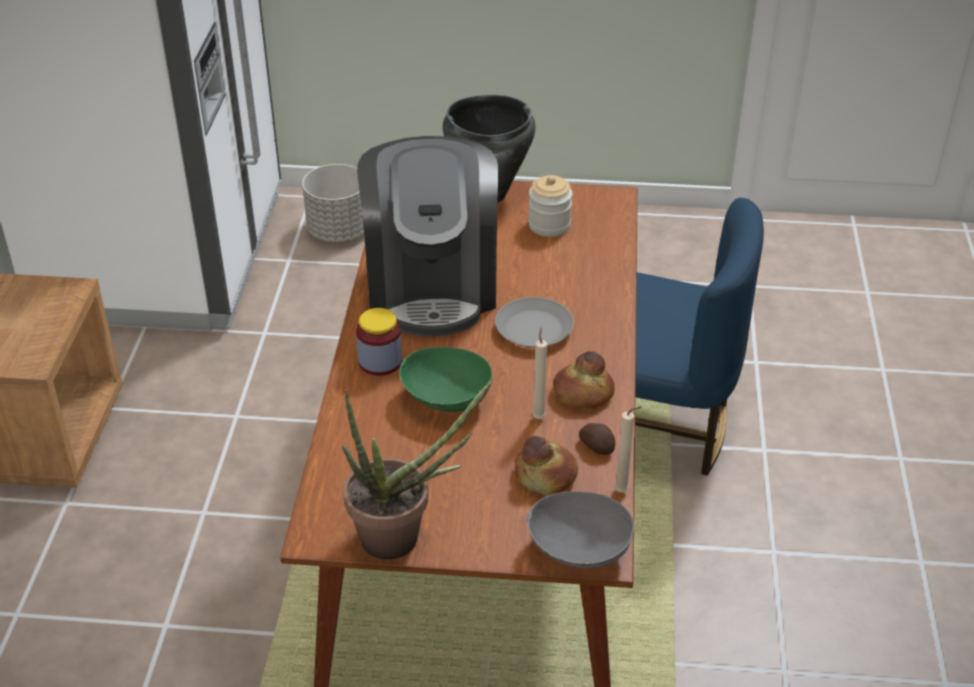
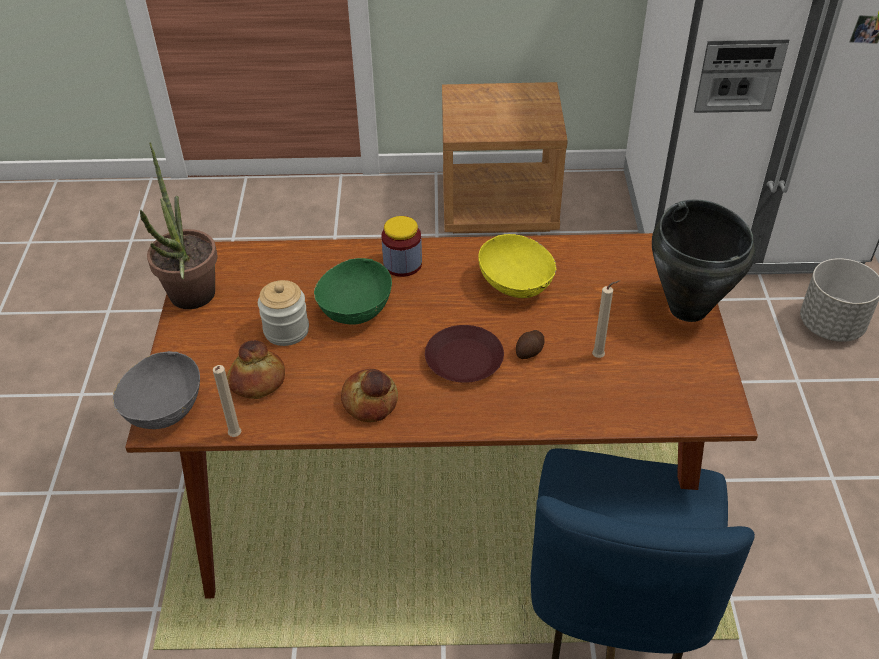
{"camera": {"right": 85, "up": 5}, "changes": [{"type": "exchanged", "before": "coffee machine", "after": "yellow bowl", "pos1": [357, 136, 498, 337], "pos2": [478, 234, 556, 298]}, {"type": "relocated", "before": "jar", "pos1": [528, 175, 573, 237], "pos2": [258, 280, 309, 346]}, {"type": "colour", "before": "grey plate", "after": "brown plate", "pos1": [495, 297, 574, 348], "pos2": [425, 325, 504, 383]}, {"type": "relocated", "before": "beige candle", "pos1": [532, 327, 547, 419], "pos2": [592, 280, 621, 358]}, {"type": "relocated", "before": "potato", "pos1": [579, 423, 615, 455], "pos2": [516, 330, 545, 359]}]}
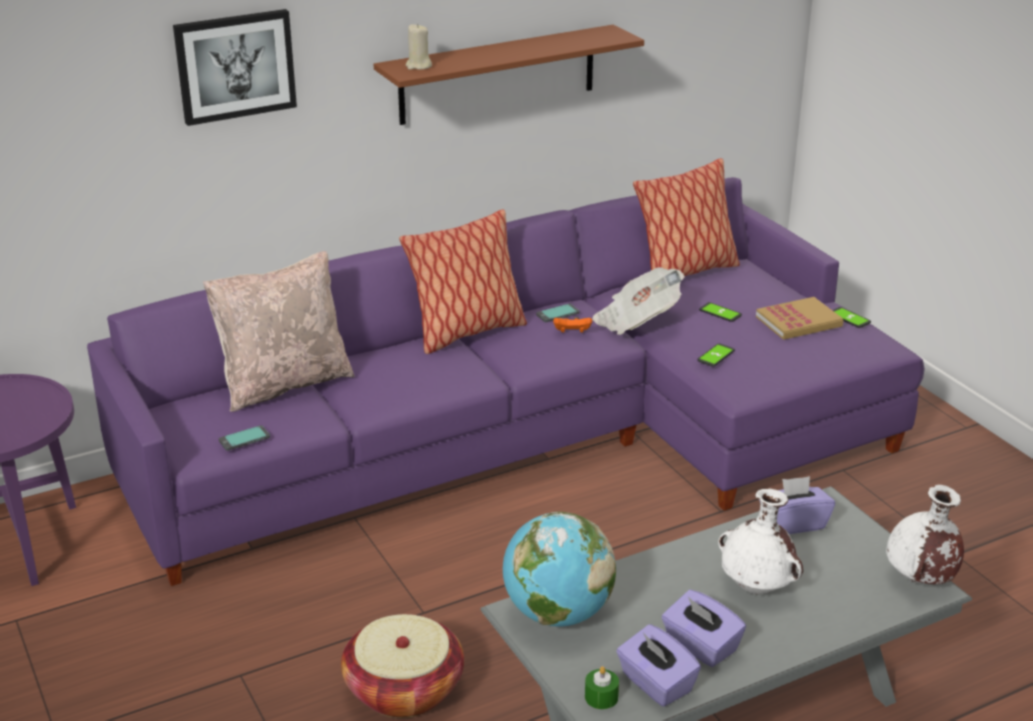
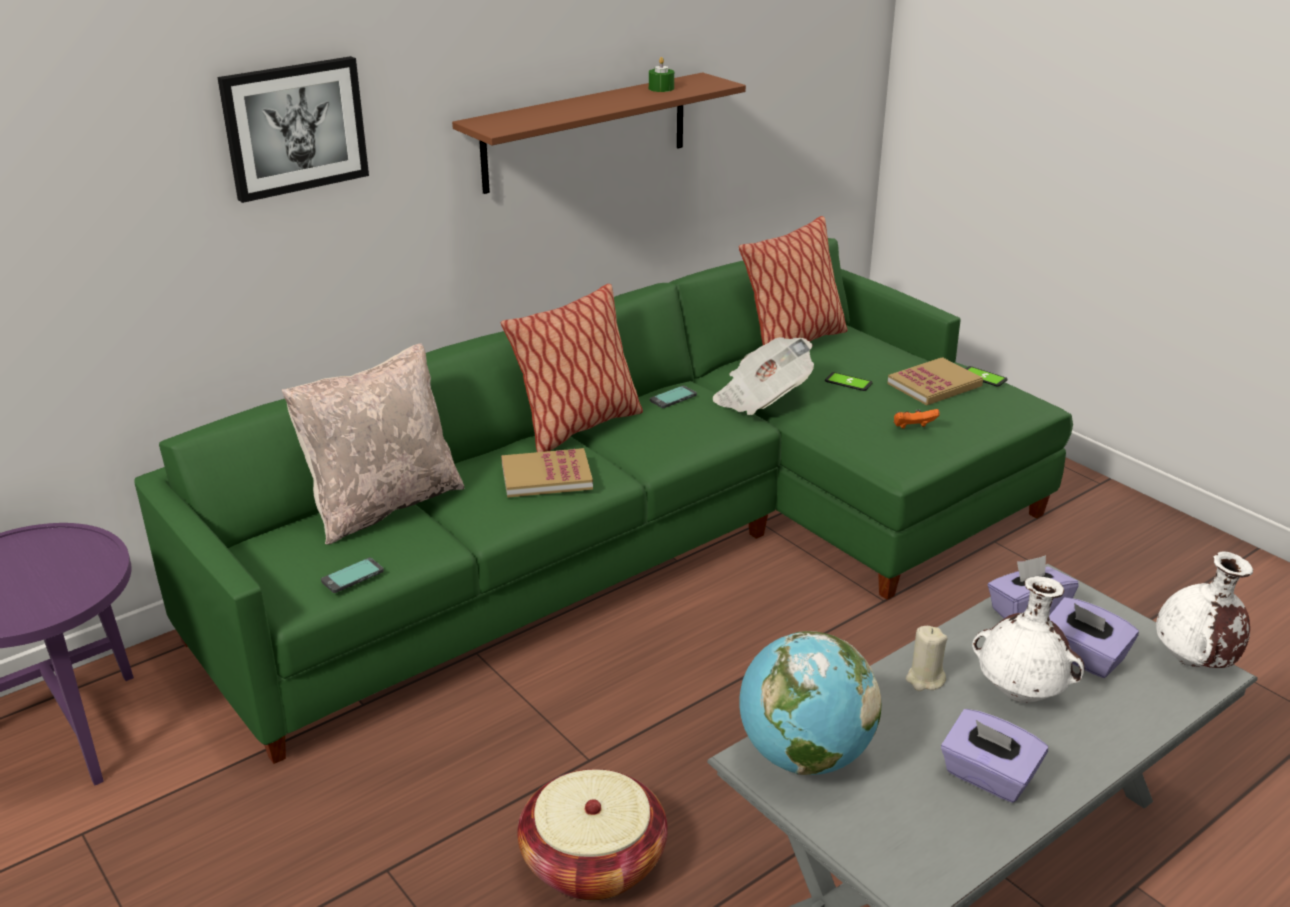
{"camera": {"right": -10, "up": 0}, "changes": [{"type": "relocated", "before": "beige candle", "pos1": [406, 23, 432, 70], "pos2": [906, 626, 947, 691]}, {"type": "colour", "before": "purple sofa", "after": "green sofa", "pos1": [87, 177, 925, 586], "pos2": [134, 238, 1073, 764]}, {"type": "relocated", "before": "orange game controller", "pos1": [553, 317, 592, 332], "pos2": [894, 409, 940, 429]}, {"type": "missing", "before": "phone", "pos1": [697, 343, 735, 367]}, {"type": "relocated", "before": "purple tissue box", "pos1": [616, 624, 701, 707], "pos2": [1049, 597, 1139, 678]}, {"type": "relocated", "before": "green candle", "pos1": [585, 666, 619, 709], "pos2": [649, 57, 674, 92]}, {"type": "appeared", "after": "book", "pos2": [501, 448, 593, 498]}]}
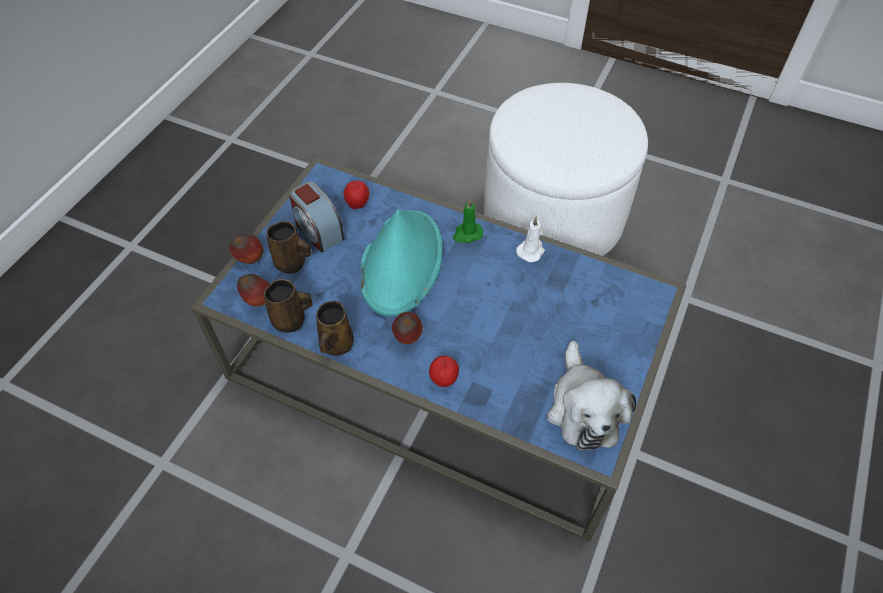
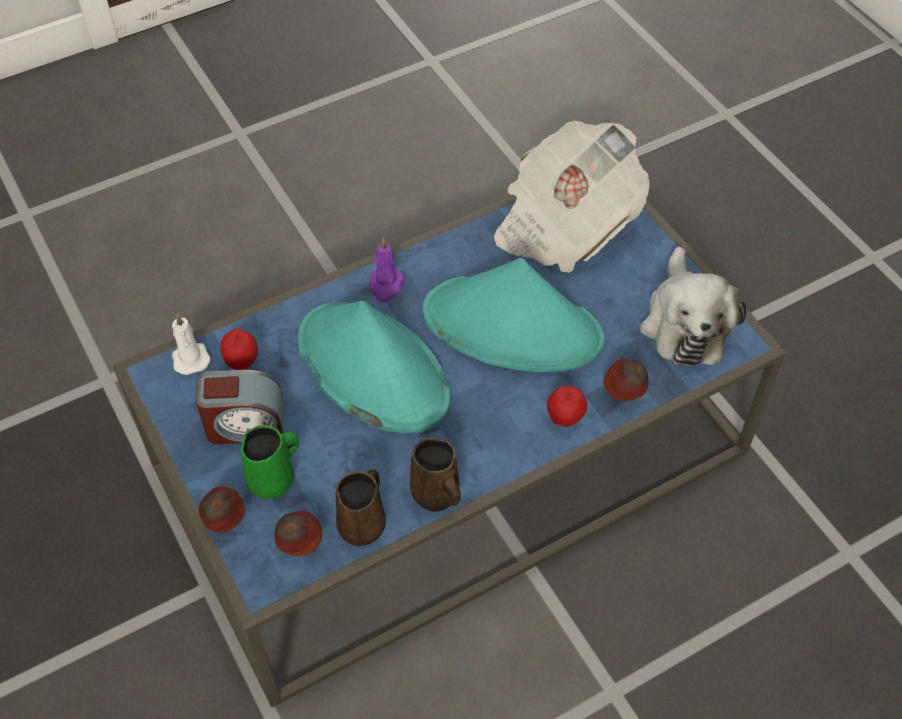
{"camera": {"right": -55, "up": 0}, "changes": [{"type": "missing", "before": "white ottoman", "pos1": [484, 83, 648, 256]}, {"type": "colour", "before": "green candle", "after": "purple candle", "pos1": [453, 199, 483, 243], "pos2": [369, 237, 405, 302]}, {"type": "relocated", "before": "white candle", "pos1": [516, 217, 545, 262], "pos2": [172, 313, 211, 375]}, {"type": "colour", "before": "brown mug", "after": "green mug", "pos1": [267, 221, 311, 274], "pos2": [241, 425, 299, 499]}, {"type": "relocated", "before": "apple", "pos1": [392, 312, 423, 344], "pos2": [603, 359, 649, 401]}, {"type": "spun", "before": "plush toy", "pos1": [546, 341, 636, 451], "pos2": [640, 247, 747, 366], "turn": 60}, {"type": "appeared", "after": "newspaper", "pos2": [494, 120, 650, 273]}, {"type": "appeared", "after": "turquoise hat", "pos2": [423, 258, 604, 372]}]}
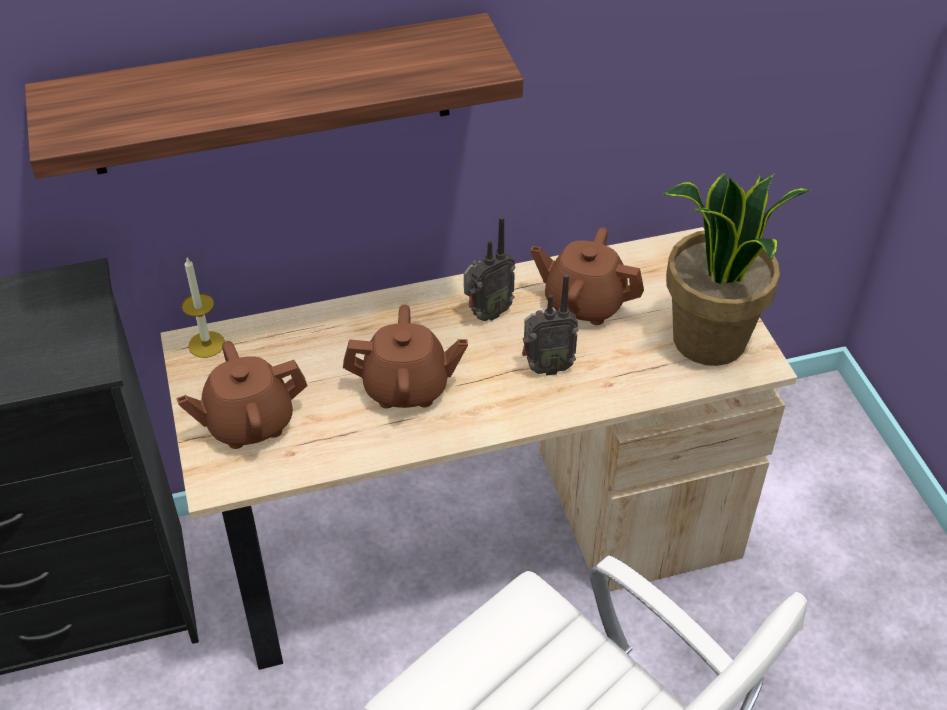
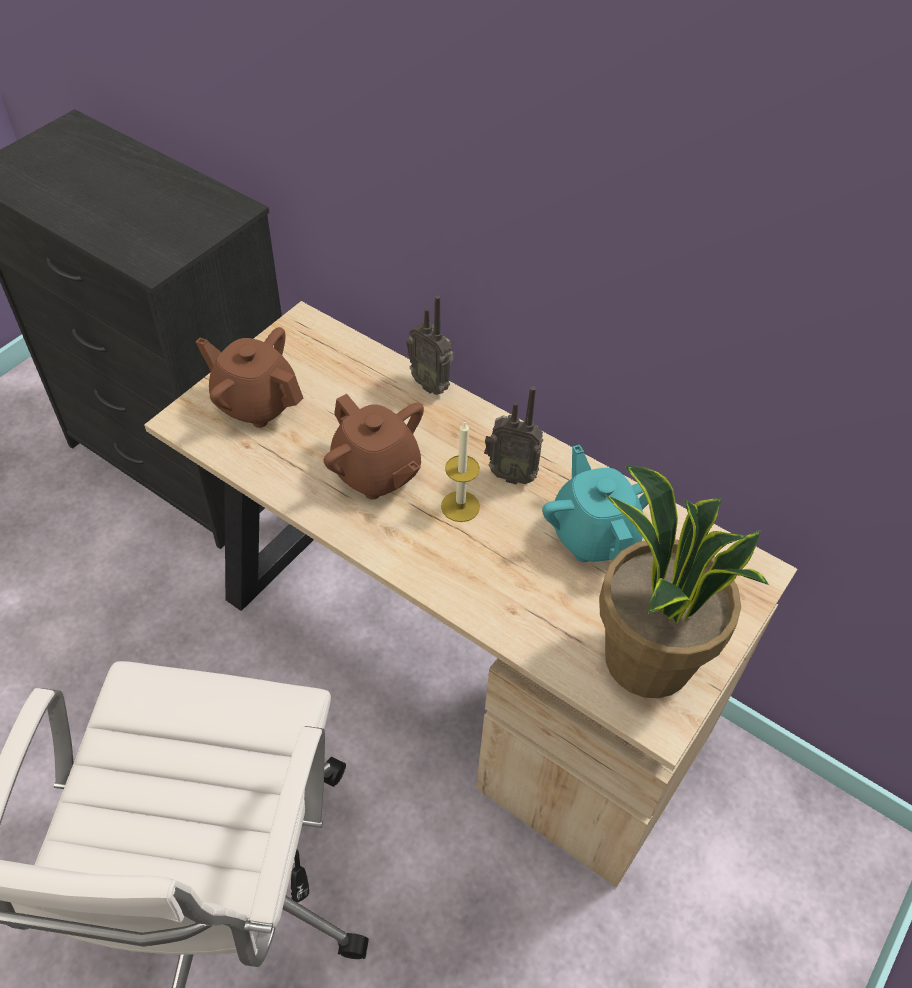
{"camera": {"right": 50, "up": 5}, "changes": [{"type": "missing", "before": "shelf", "pos1": [25, 13, 523, 179]}, {"type": "colour", "before": "brown teapot", "after": "turquoise teapot", "pos1": [530, 227, 644, 325], "pos2": [542, 445, 648, 562]}, {"type": "relocated", "before": "candle", "pos1": [182, 258, 225, 358], "pos2": [441, 420, 480, 522]}, {"type": "relocated", "before": "radio", "pos1": [522, 274, 579, 376], "pos2": [406, 295, 454, 395]}]}
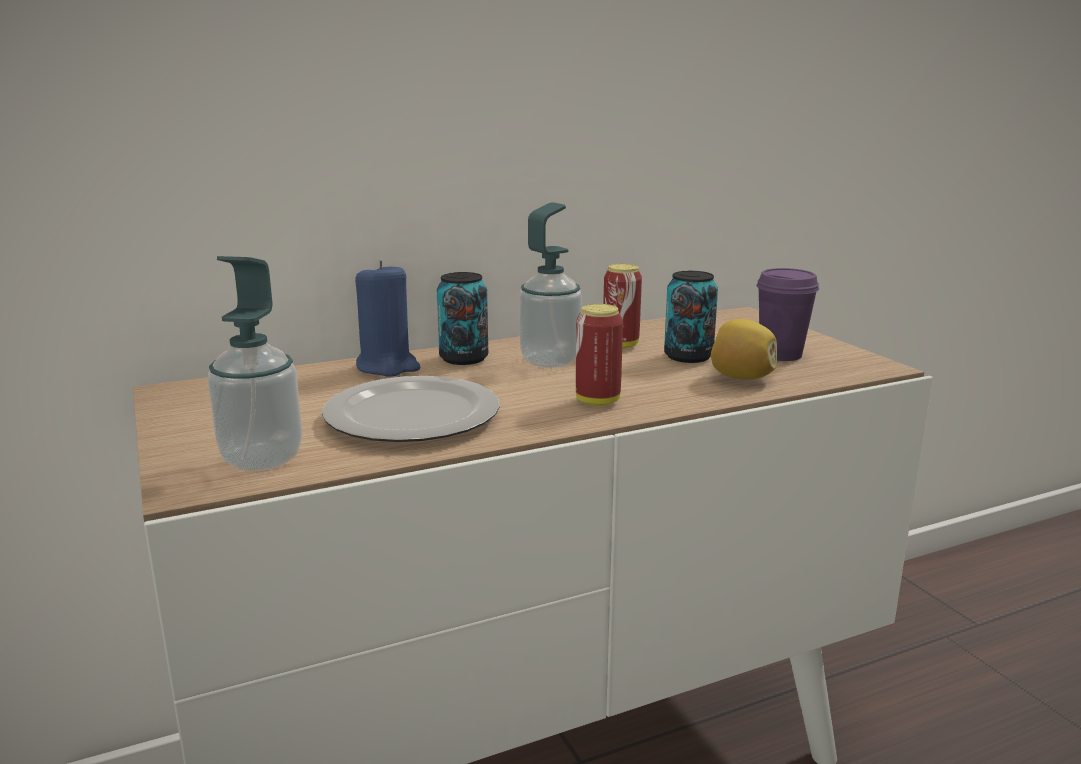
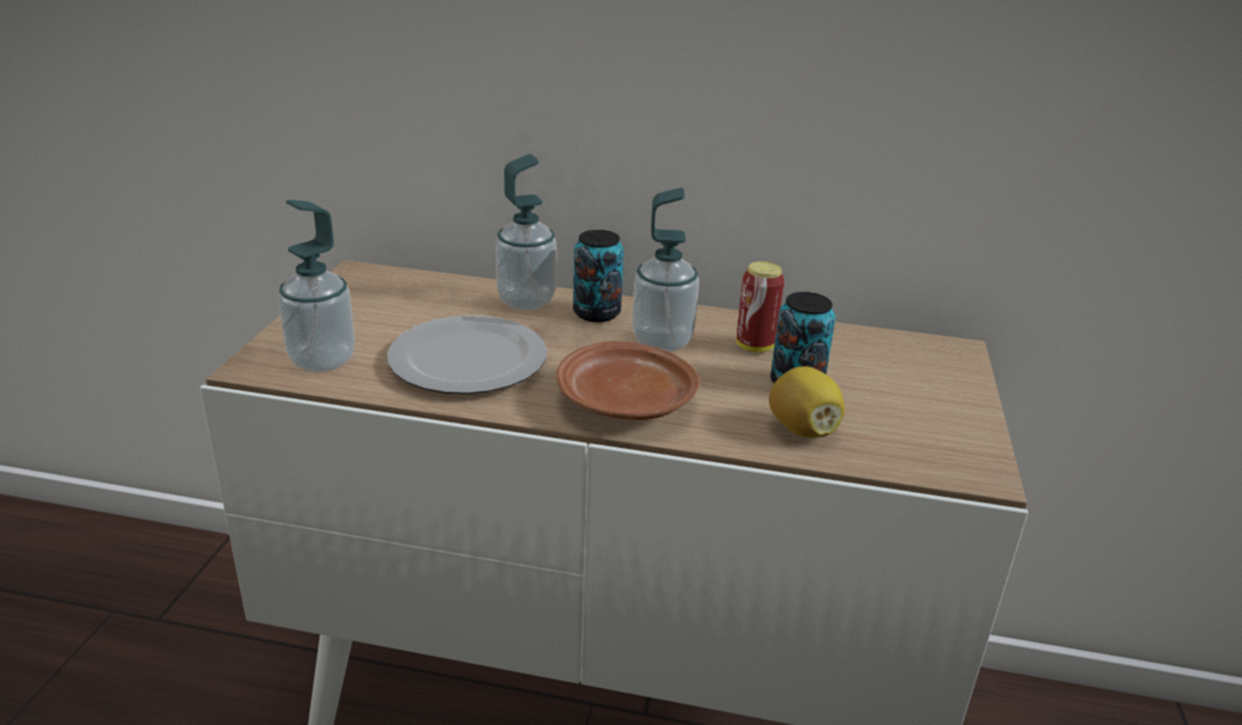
{"camera": {"right": 35, "up": 10}, "changes": [{"type": "exchanged", "before": "blue candle", "after": "soap dispenser", "pos1": [355, 260, 420, 377], "pos2": [496, 154, 557, 311]}, {"type": "missing", "before": "purple cup", "pos1": [756, 268, 819, 361]}, {"type": "exchanged", "before": "can", "after": "brown plate", "pos1": [576, 304, 623, 406], "pos2": [556, 341, 700, 420]}]}
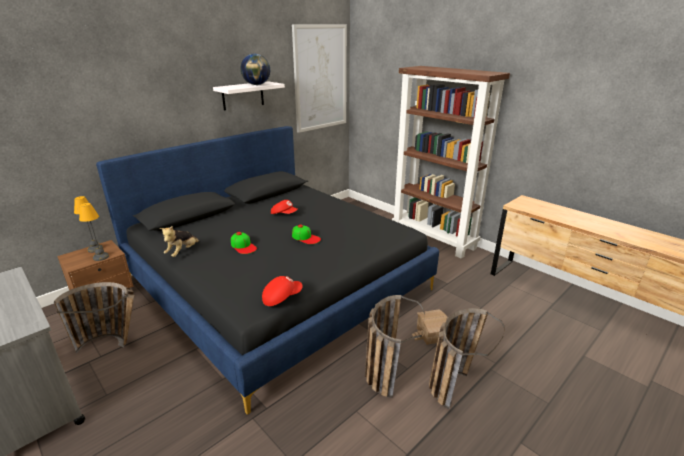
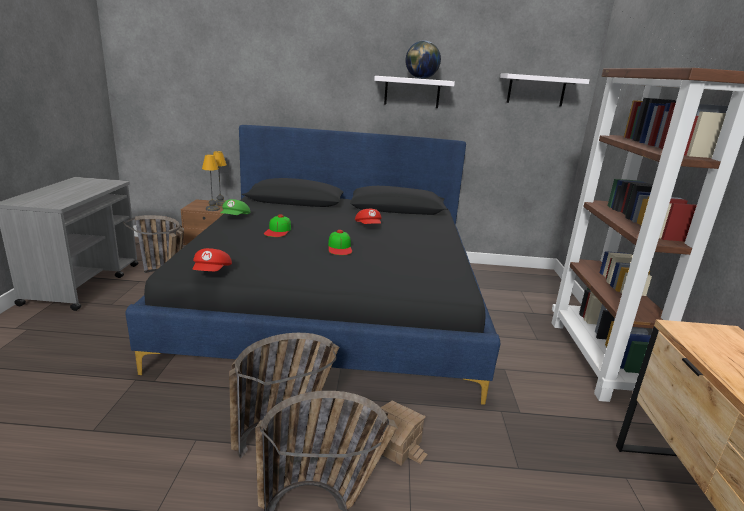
{"camera": {"right": 45, "up": -5}, "changes": [{"type": "exchanged", "before": "picture", "after": "white shelf", "pos1": [292, 25, 347, 133], "pos2": [500, 73, 590, 107]}, {"type": "exchanged", "before": "plush toy", "after": "green cap", "pos1": [160, 226, 200, 257], "pos2": [221, 199, 250, 215]}, {"type": "spun", "before": "red cap", "pos1": [262, 276, 303, 306], "pos2": [192, 248, 232, 271], "turn": 75}]}
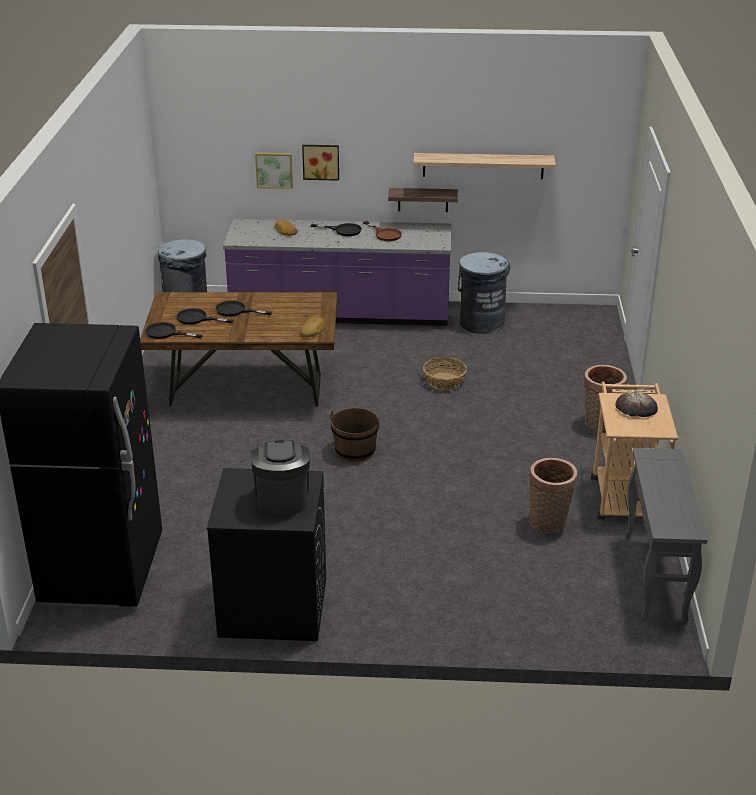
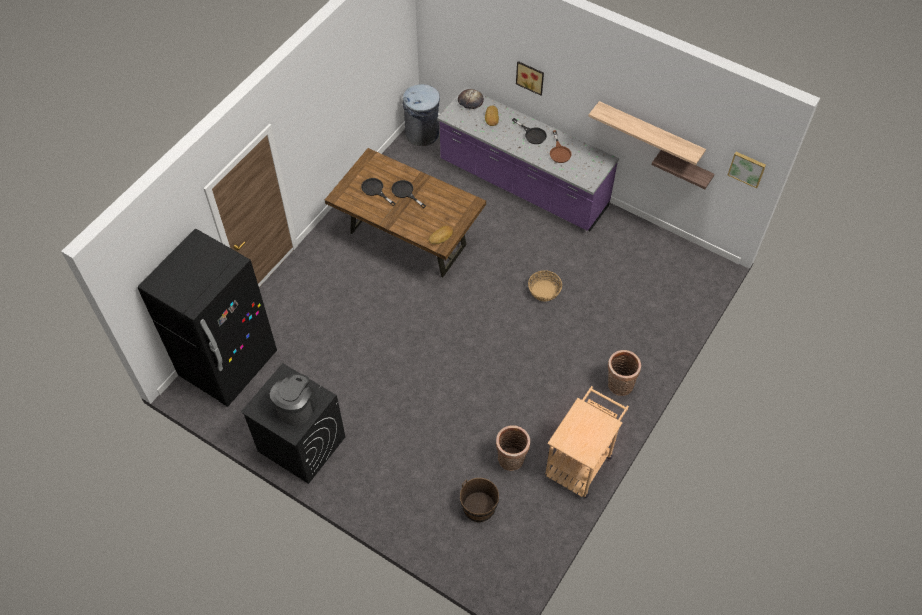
{"camera": {"right": 30, "up": 25}, "changes": [{"type": "relocated", "before": "picture", "pos1": [255, 152, 293, 189], "pos2": [728, 152, 766, 189]}, {"type": "relocated", "before": "shelf", "pos1": [388, 188, 458, 212], "pos2": [651, 150, 715, 189]}, {"type": "missing", "before": "grey trash can", "pos1": [458, 252, 510, 334]}, {"type": "missing", "before": "black frying pan", "pos1": [145, 322, 203, 339]}, {"type": "relocated", "before": "bread", "pos1": [615, 392, 658, 417], "pos2": [458, 89, 484, 109]}, {"type": "relocated", "before": "brown bucket", "pos1": [330, 407, 380, 462], "pos2": [460, 478, 499, 522]}, {"type": "missing", "before": "grey console table", "pos1": [626, 448, 708, 622]}]}
